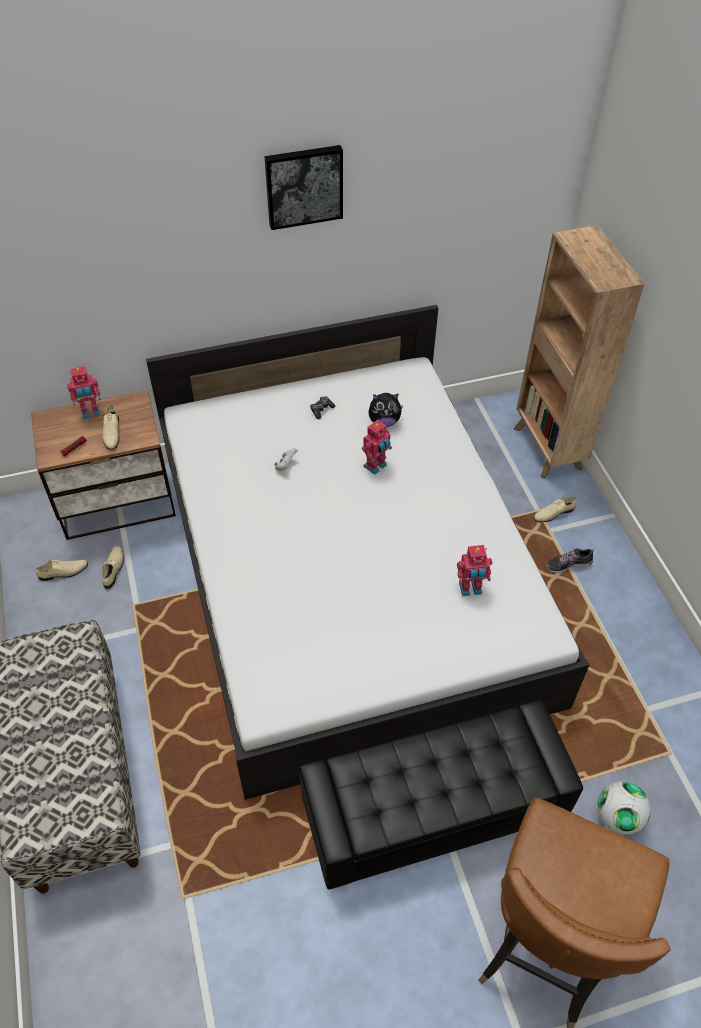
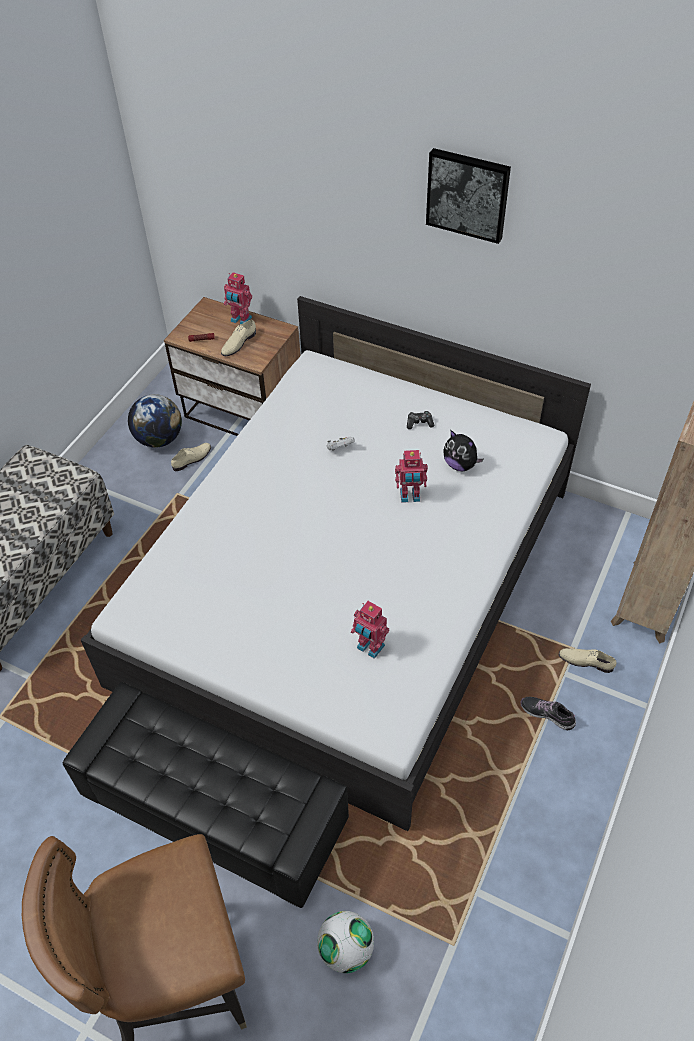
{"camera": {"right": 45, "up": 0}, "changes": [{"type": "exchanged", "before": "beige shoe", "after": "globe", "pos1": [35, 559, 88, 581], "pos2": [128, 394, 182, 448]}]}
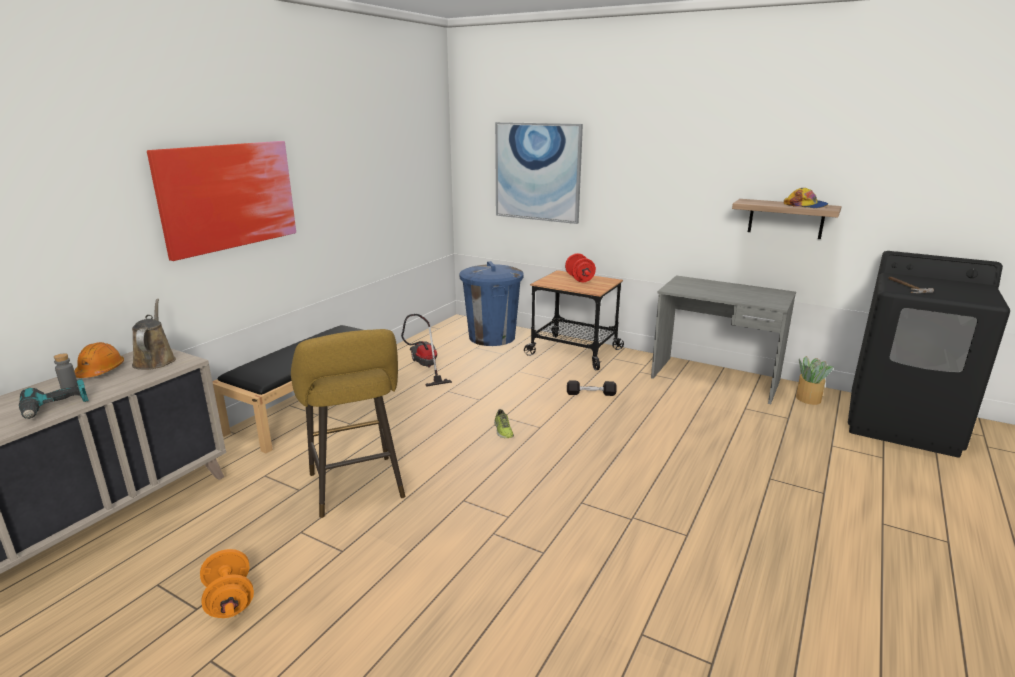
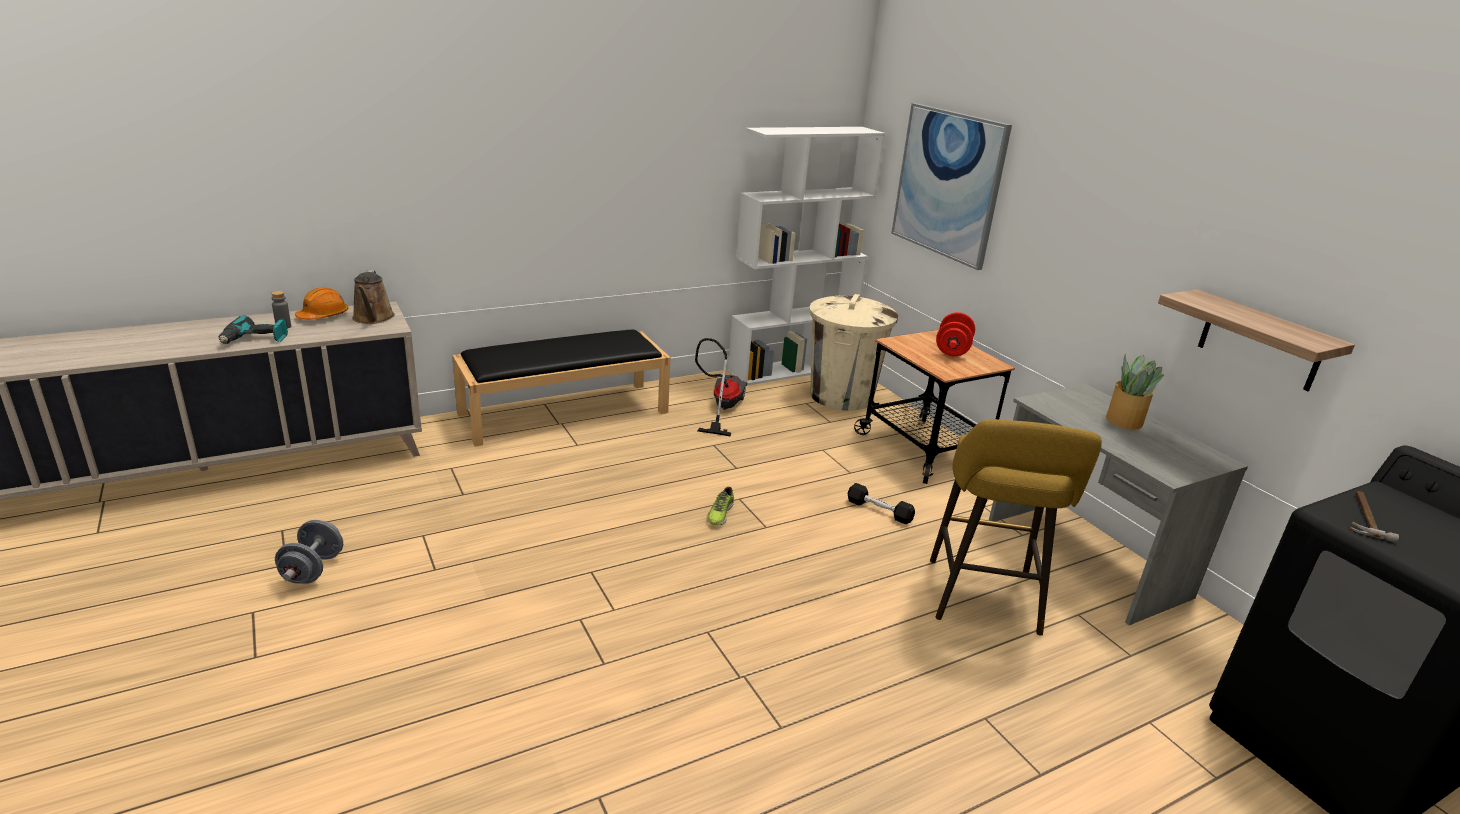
{"camera": {"right": 30, "up": 5}, "changes": [{"type": "missing", "before": "picture", "pos1": [147, 141, 296, 261]}, {"type": "missing", "before": "cap", "pos1": [784, 188, 828, 208]}, {"type": "colour", "before": "blue trash can", "after": "beige trash can", "pos1": [459, 261, 524, 346], "pos2": [809, 294, 898, 411]}, {"type": "spun", "before": "brown watering can", "pos1": [132, 299, 176, 370], "pos2": [352, 270, 395, 324], "turn": 150}, {"type": "relocated", "before": "yellow stool", "pos1": [291, 329, 405, 518], "pos2": [930, 419, 1102, 636]}, {"type": "relocated", "before": "potted plant", "pos1": [796, 356, 833, 405], "pos2": [1106, 354, 1164, 429]}, {"type": "colour", "before": "orange dumbbell", "after": "grey dumbbell", "pos1": [200, 549, 254, 618], "pos2": [275, 520, 343, 584]}, {"type": "appeared", "after": "white bookcase", "pos2": [728, 127, 885, 385]}]}
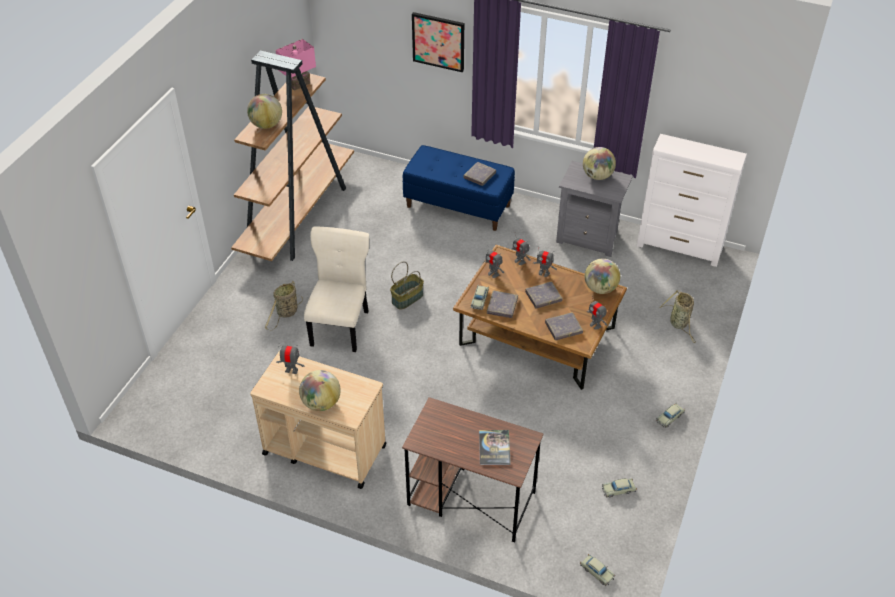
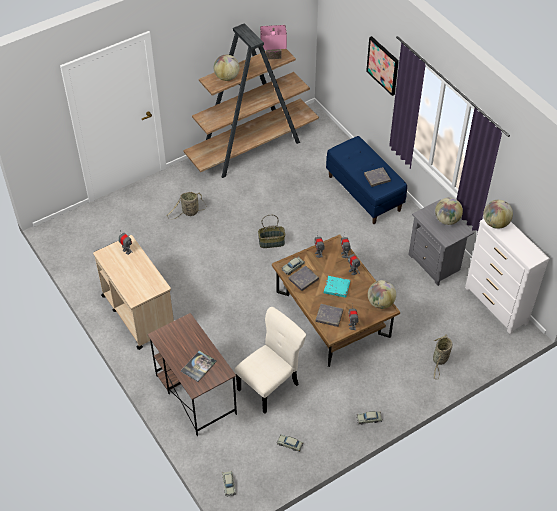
{"camera": {"right": 35, "up": 5}, "changes": [{"type": "relocated", "before": "beige chair", "pos1": [304, 226, 369, 352], "pos2": [234, 307, 306, 414]}, {"type": "colour", "before": "grey book", "after": "turquoise book", "pos1": [525, 281, 563, 308], "pos2": [324, 276, 350, 298]}, {"type": "relocated", "before": "globe", "pos1": [299, 370, 341, 411], "pos2": [483, 200, 513, 229]}]}
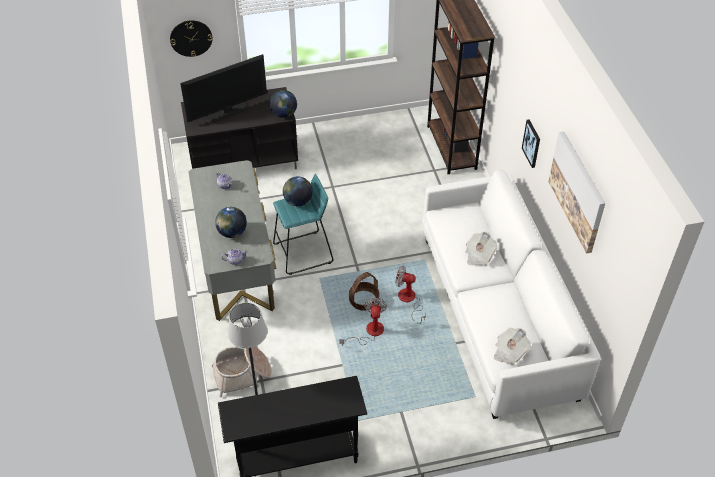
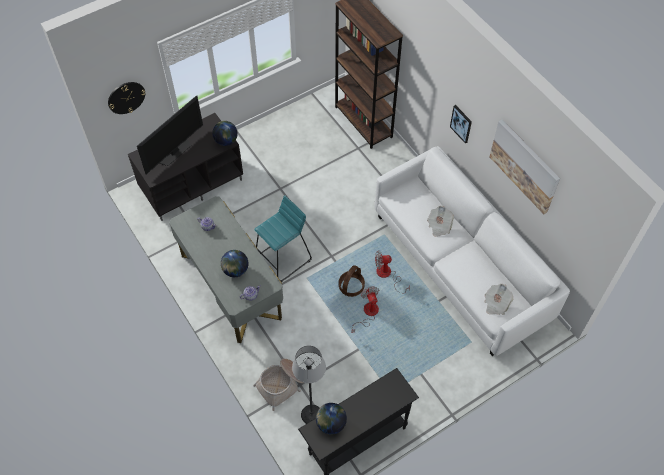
{"camera": {"right": -20, "up": 10}, "changes": [{"type": "relocated", "before": "globe", "pos1": [283, 176, 313, 206], "pos2": [316, 403, 347, 435]}]}
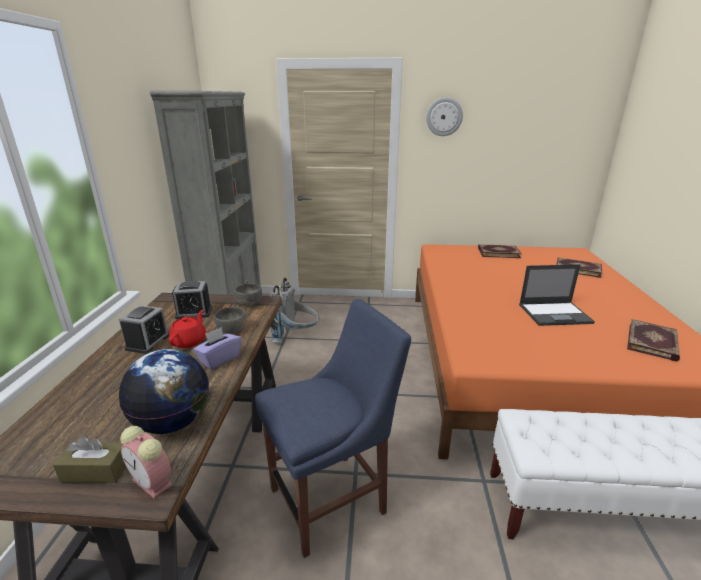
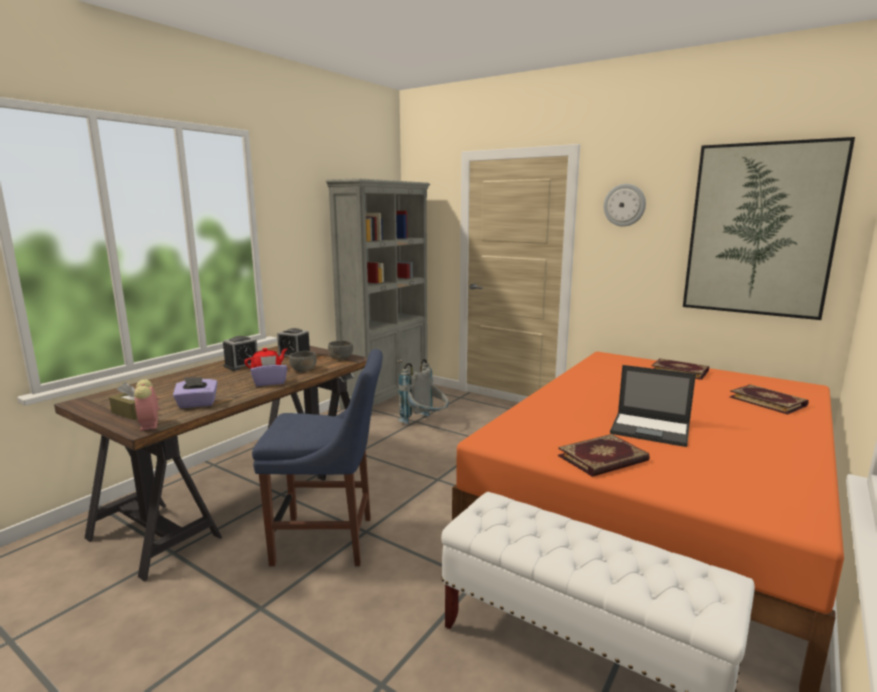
{"camera": {"right": 30, "up": -10}, "changes": [{"type": "relocated", "before": "book", "pos1": [627, 319, 680, 362], "pos2": [558, 434, 650, 477]}, {"type": "exchanged", "before": "globe", "after": "purple tissue box", "pos1": [119, 349, 209, 434], "pos2": [173, 377, 218, 408]}, {"type": "appeared", "after": "picture", "pos2": [683, 137, 855, 320]}]}
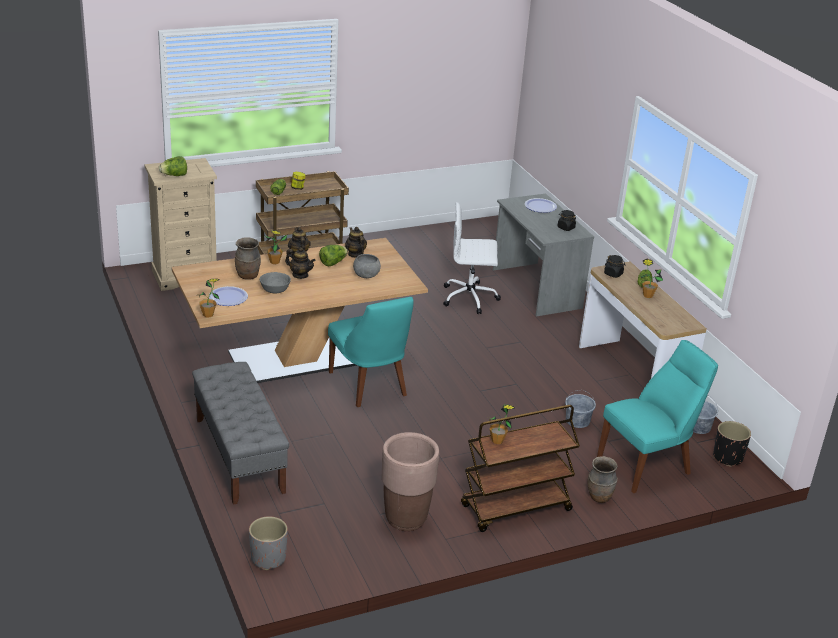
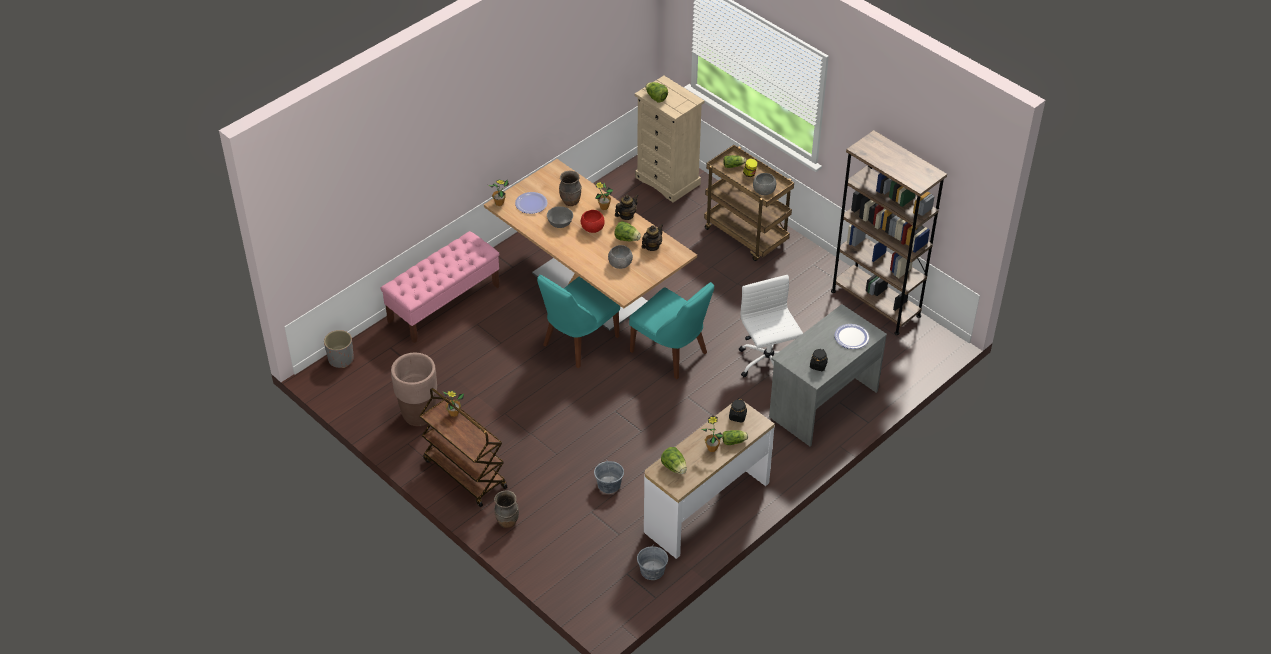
{"camera": {"right": 70, "up": 15}, "changes": [{"type": "exchanged", "before": "teapot", "after": "red bowl", "pos1": [285, 247, 316, 279], "pos2": [581, 210, 605, 233]}, {"type": "relocated", "before": "turquoise chair", "pos1": [597, 340, 718, 493], "pos2": [629, 282, 714, 379]}, {"type": "colour", "before": "grey bench", "after": "pink bench", "pos1": [192, 362, 289, 505], "pos2": [381, 231, 500, 343]}, {"type": "missing", "before": "black planter", "pos1": [713, 421, 751, 467]}, {"type": "appeared", "after": "brown bookcase", "pos2": [831, 130, 947, 335]}, {"type": "appeared", "after": "grey bowl", "pos2": [753, 173, 776, 195]}, {"type": "appeared", "after": "lettuce", "pos2": [661, 447, 687, 474]}]}
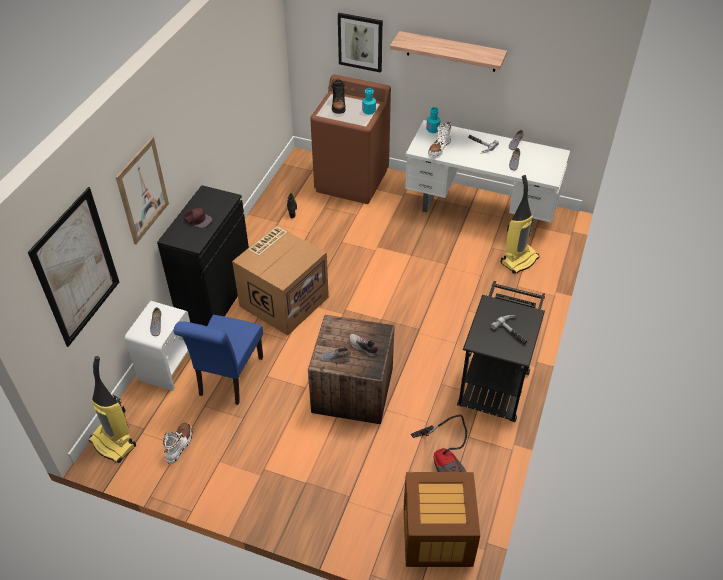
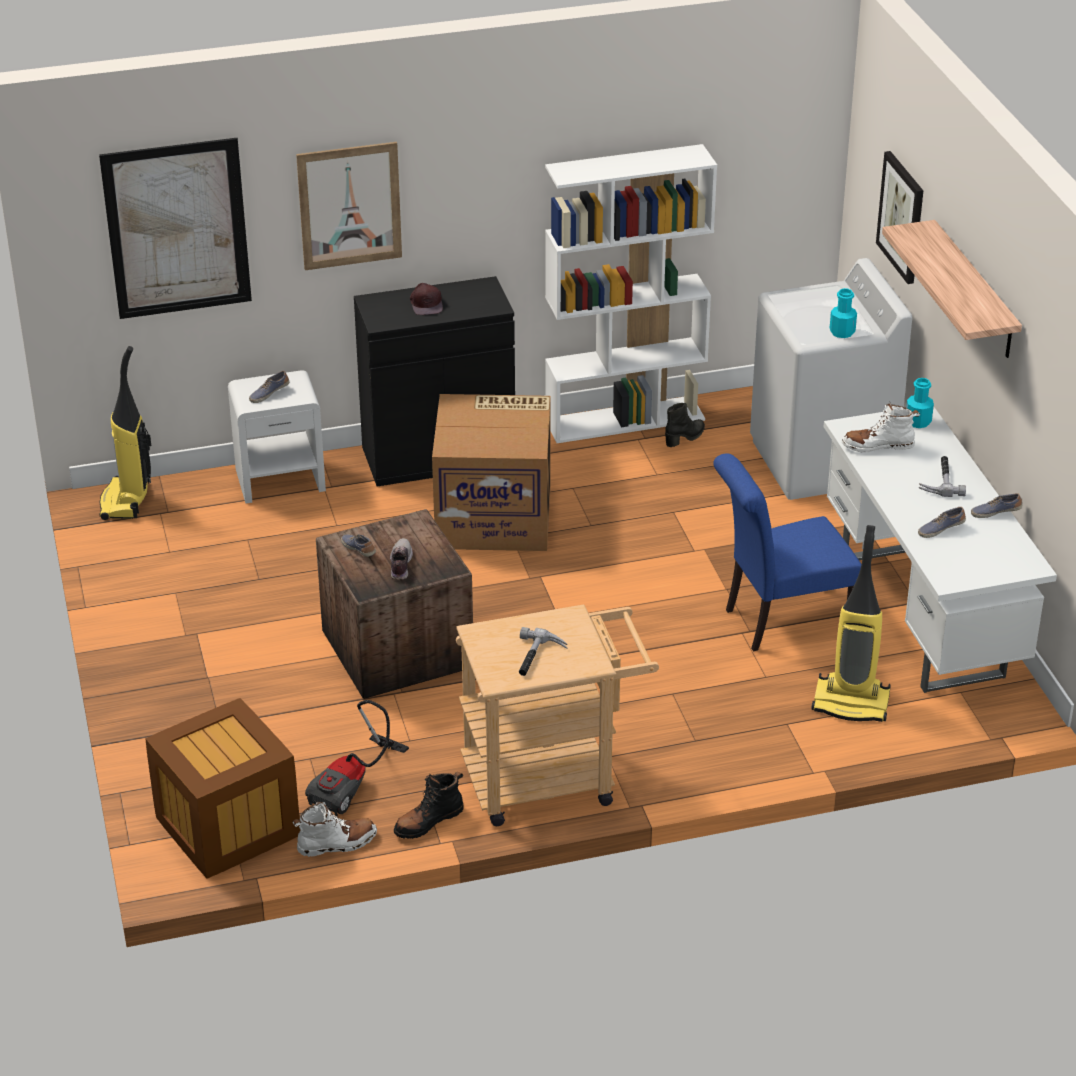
{"camera": {"right": 55, "up": -10}, "changes": [{"type": "colour", "before": "brown washing machine", "after": "white washing machine", "pos1": [310, 75, 391, 204], "pos2": [750, 258, 912, 500]}, {"type": "relocated", "before": "black boot", "pos1": [331, 78, 346, 114], "pos2": [394, 772, 464, 839]}, {"type": "colour", "before": "black cart", "after": "beige cart", "pos1": [457, 281, 545, 422], "pos2": [456, 605, 659, 826]}, {"type": "relocated", "before": "blue chair", "pos1": [173, 315, 263, 405], "pos2": [713, 453, 861, 652]}, {"type": "relocated", "before": "white boot", "pos1": [163, 423, 193, 464], "pos2": [293, 802, 377, 857]}, {"type": "appeared", "after": "white bookcase", "pos2": [545, 144, 717, 443]}]}
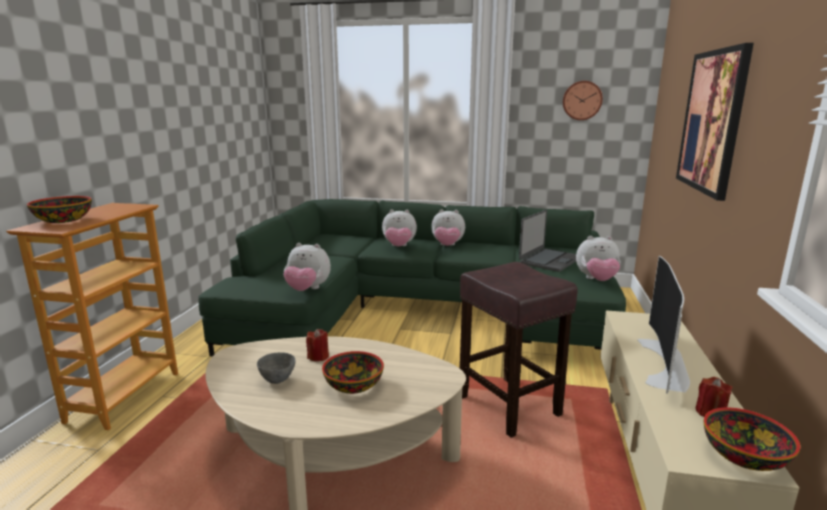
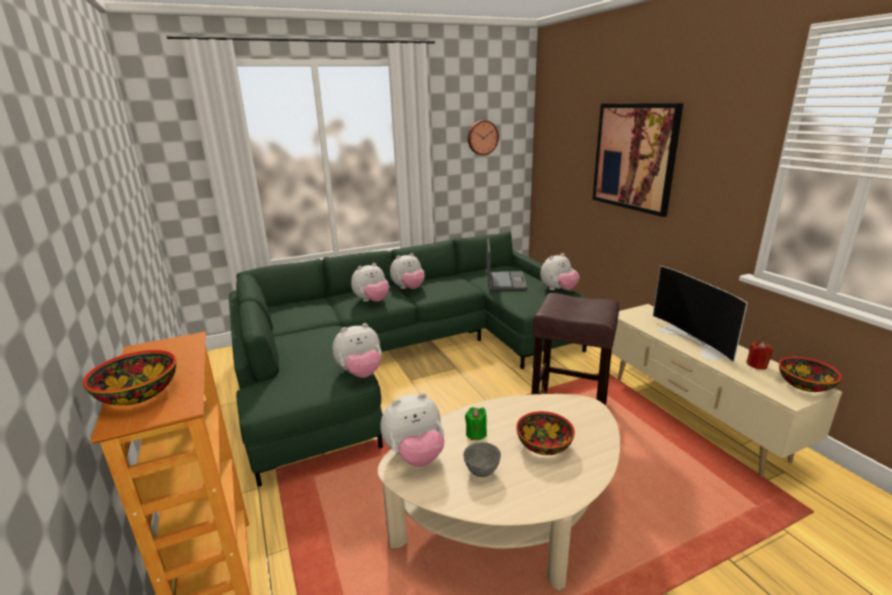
{"camera": {"right": -35, "up": 5}, "changes": [{"type": "colour", "before": "red candle", "after": "green candle", "pos1": [306, 329, 329, 361], "pos2": [465, 407, 487, 440]}, {"type": "appeared", "after": "plush toy", "pos2": [380, 393, 445, 467]}]}
